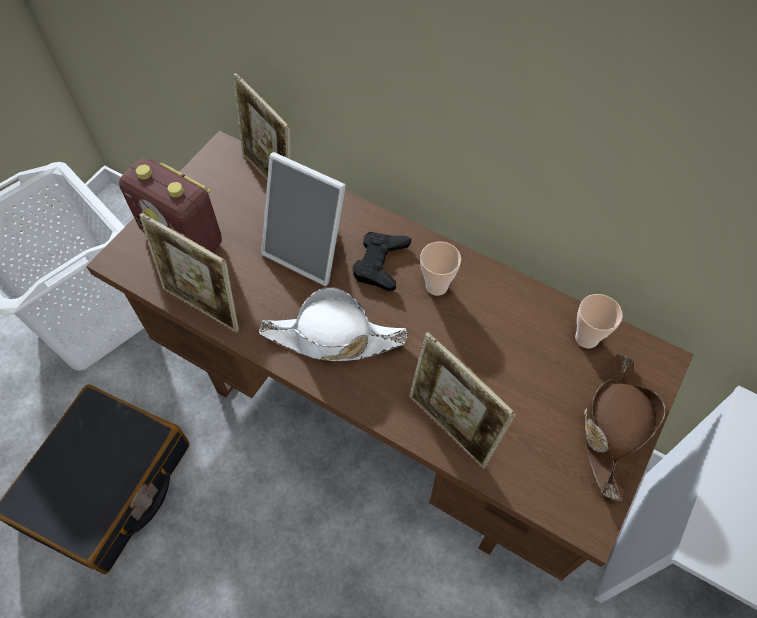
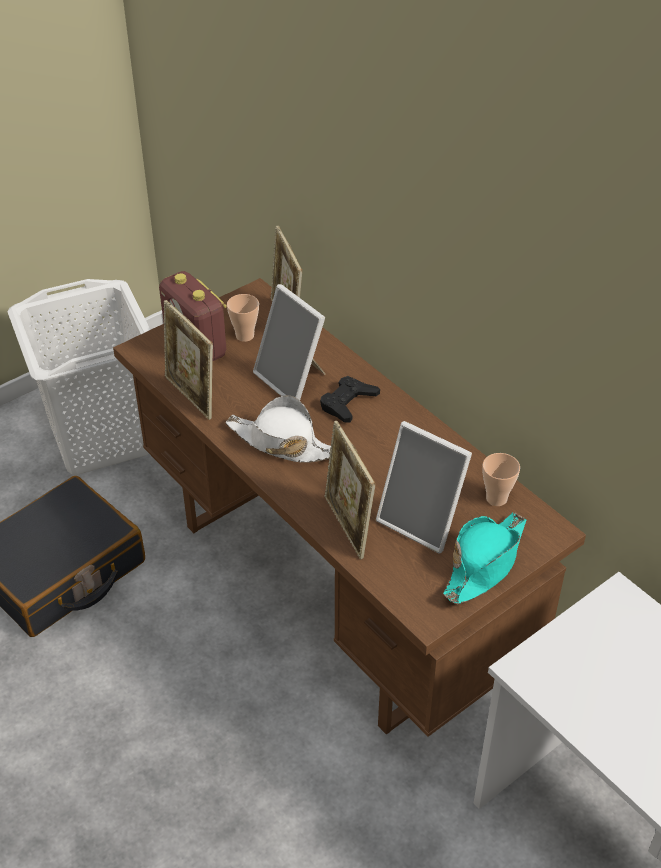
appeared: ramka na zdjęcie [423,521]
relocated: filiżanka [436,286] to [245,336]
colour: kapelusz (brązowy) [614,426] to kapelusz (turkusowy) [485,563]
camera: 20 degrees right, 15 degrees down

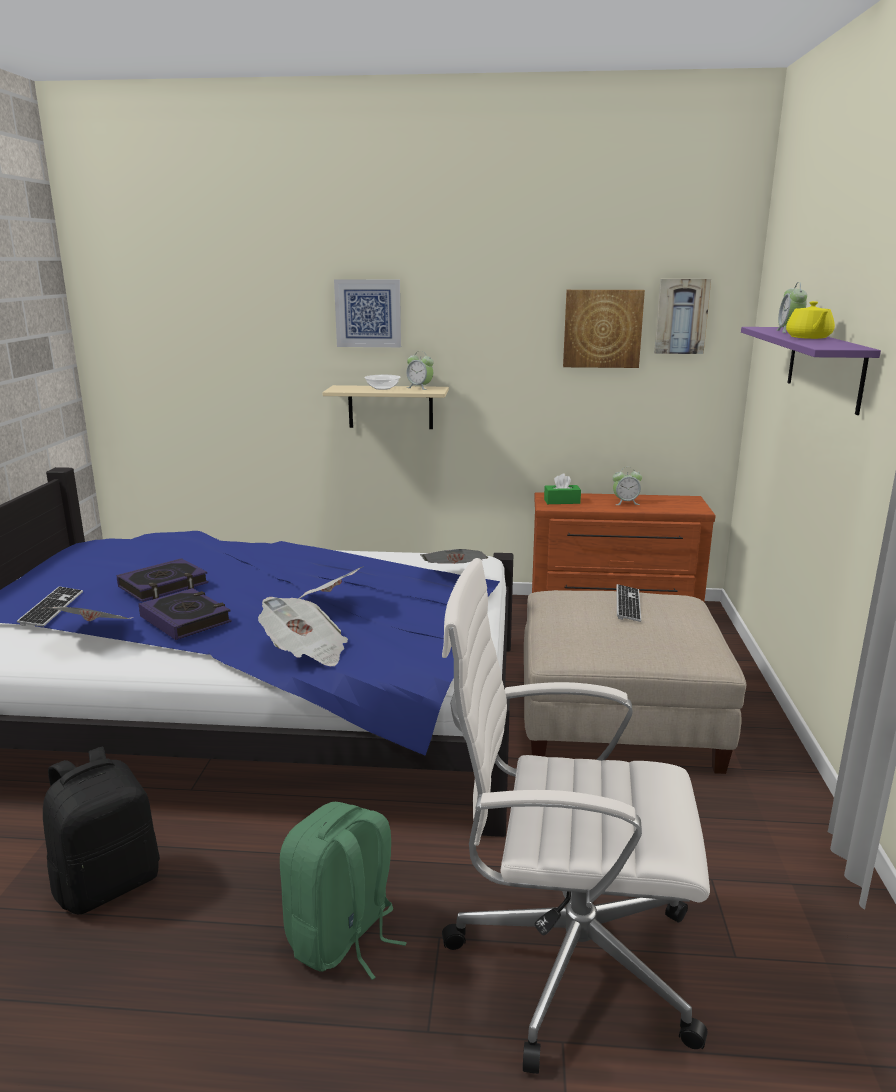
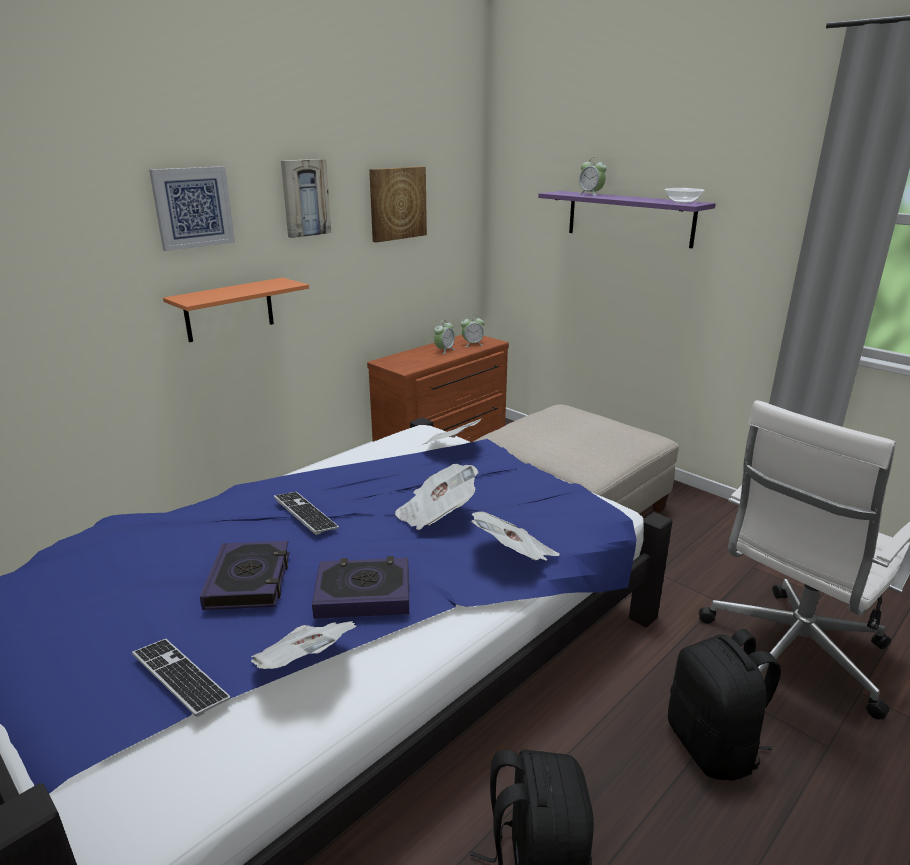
missing: pudełko chusteczek (zielony) [562,501]; imbryk (żółty) [808,337]
relocated: miska [383,388] to [683,202]; budzik [420,388] to [472,344]; klawiatura [628,604] to [305,514]; obraz [681,316] to [305,198]
colour: plecak (zielony) [343,938] to plecak (czarny) [713,746]; półka (beżowy) [390,407] to półka (pomarańczowy) [229,309]
camera: 50 degrees left, 5 degrees up

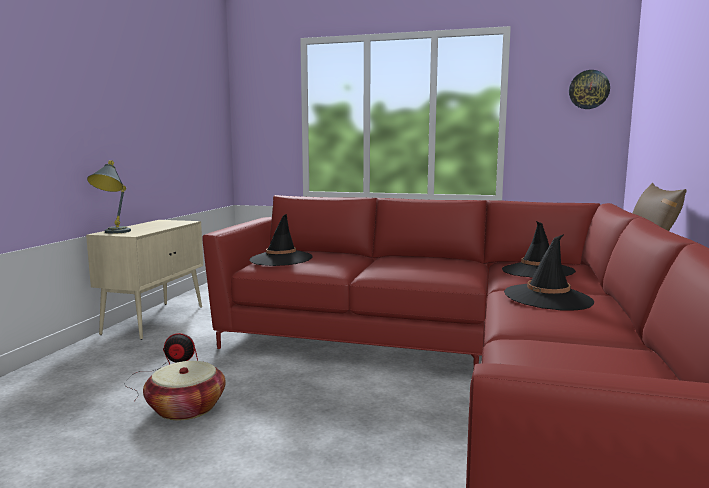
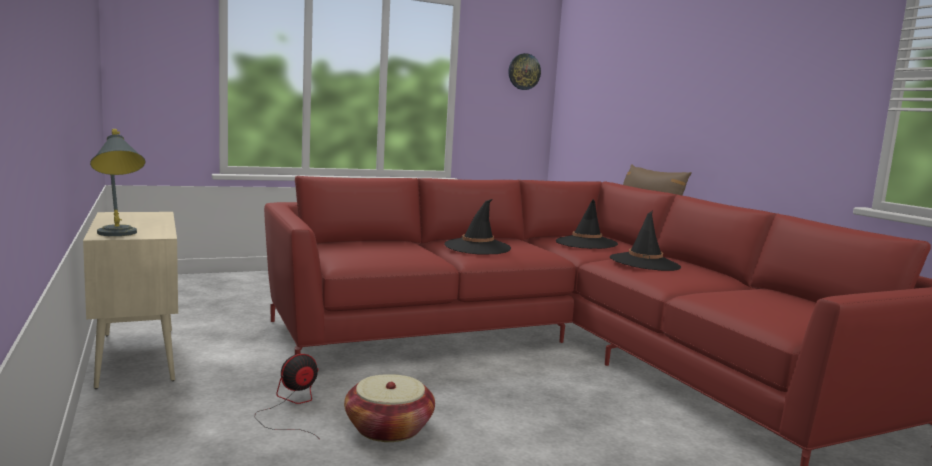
relocated: kapelusz (czarny) [281,259] to [477,247]
camera: 40 degrees left, 0 degrees up

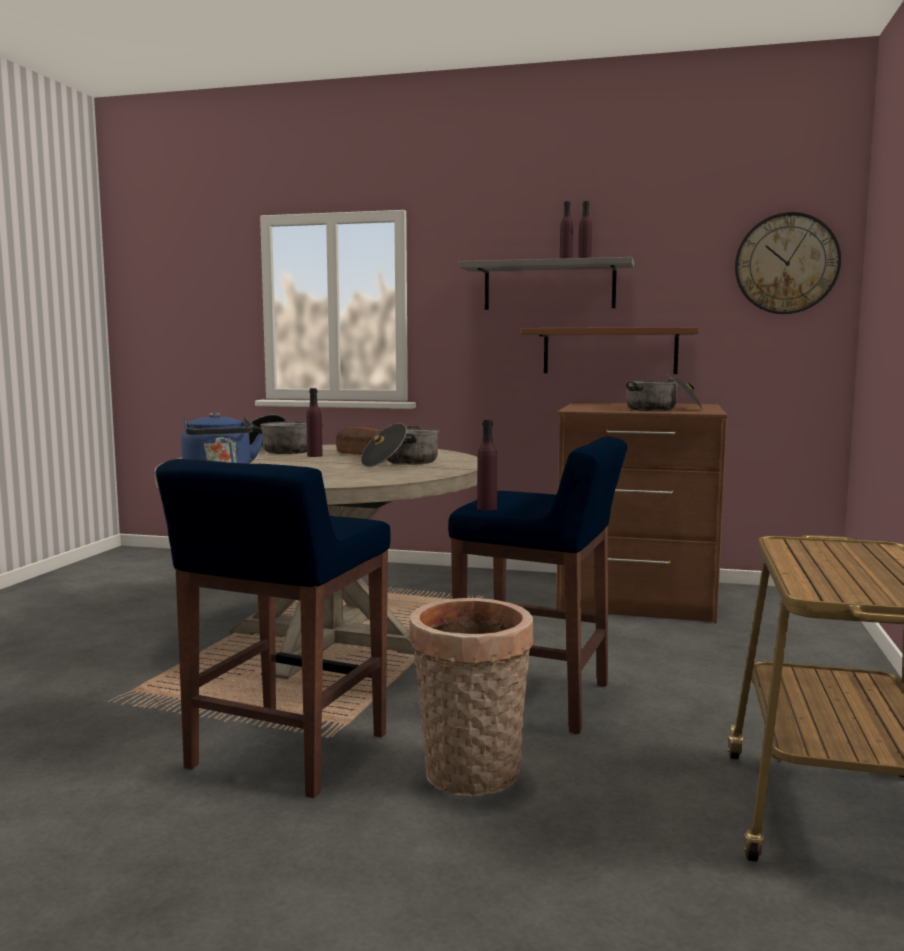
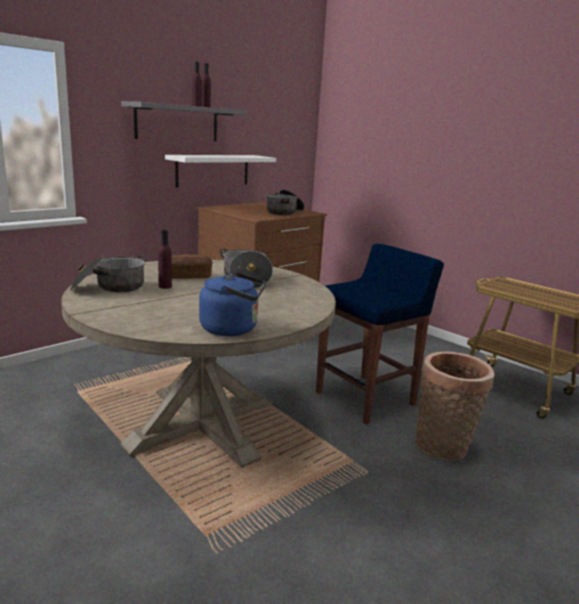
missing: stołek (niebieski) [286,753]; butelka (fioletowy) [487,508]; zegar ścienny [786,263]
colour: półka (brązowy) [610,351] to półka (biały) [213,170]
camera: 60 degrees left, 10 degrees up

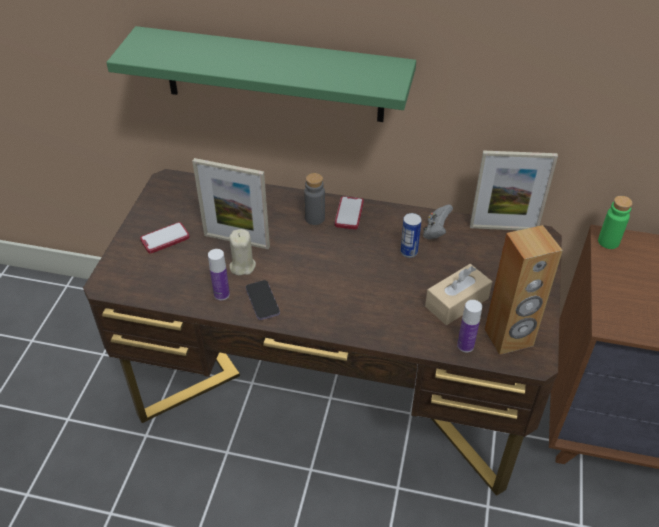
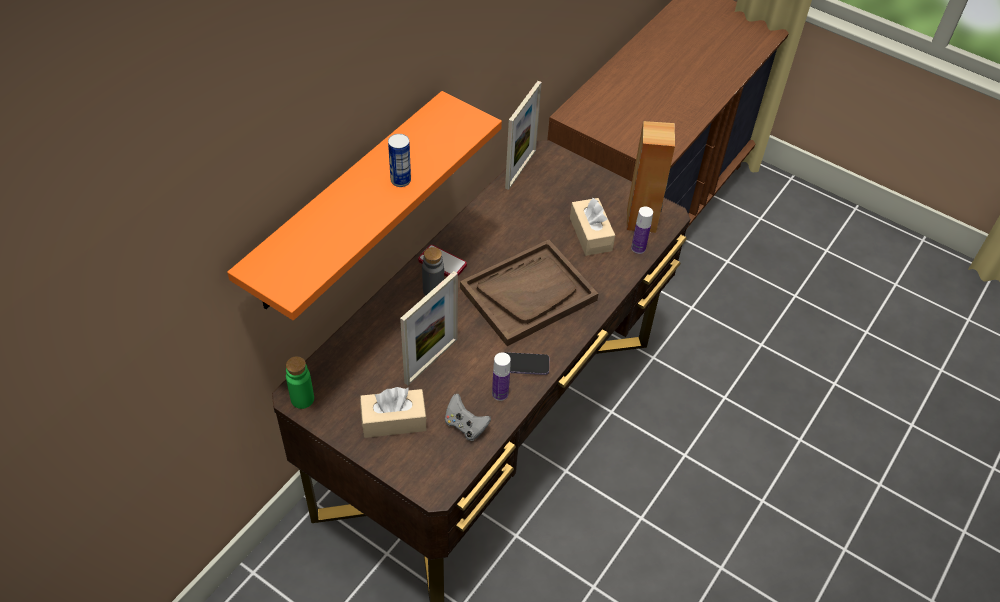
missing: świeca (beżowy) [242,266]
appeared: taca (brązowy) [528,294]
relocated: puszka [409,252] to [400,180]; pad do gier (szary) [436,231] to [465,426]; butelka (zielony) [608,242] to [302,399]
exchanged: telefon [165,239] to pudełko chusteczek (beżowy) [394,420]
colour: półka (zielony) [273,75] to półka (pomarańczowy) [346,203]
camera: 70 degrees left, 5 degrees up

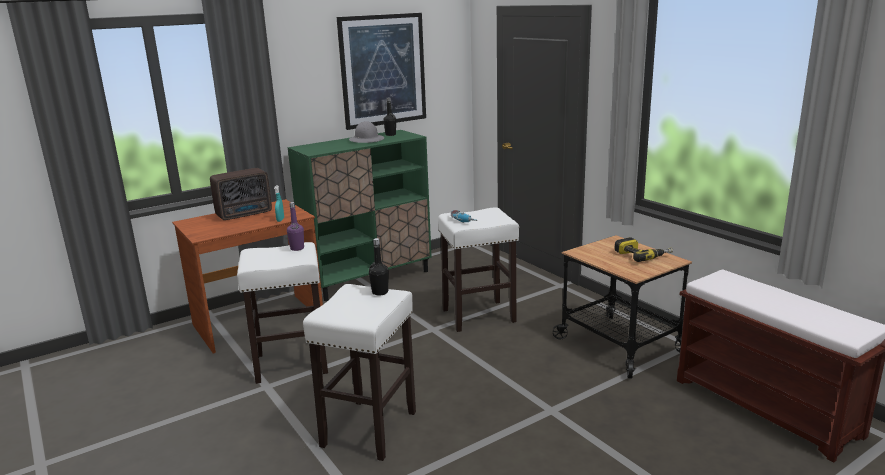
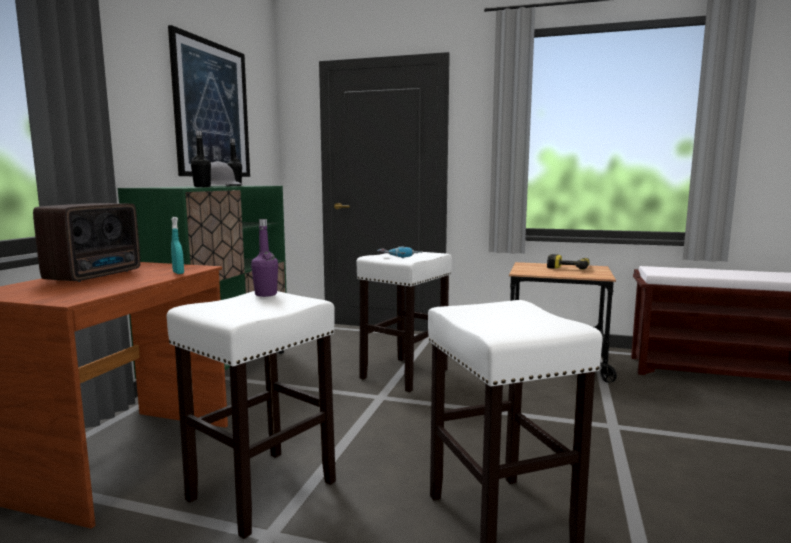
relocated: butelka (czarny) [380,292] to [202,187]
camera: 40 degrees left, 10 degrees down

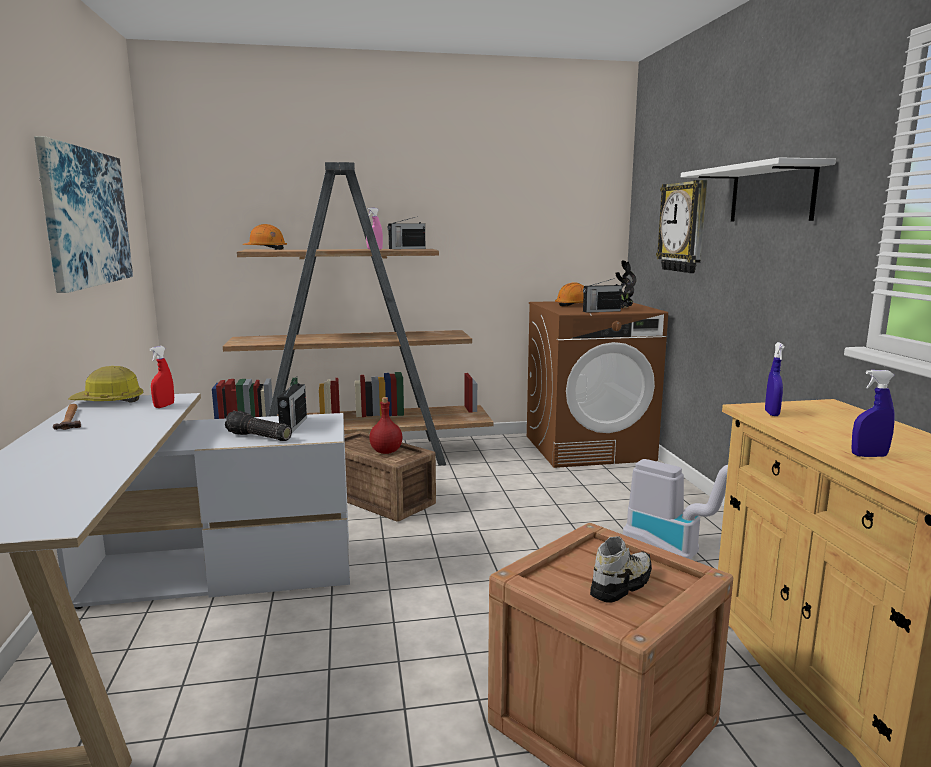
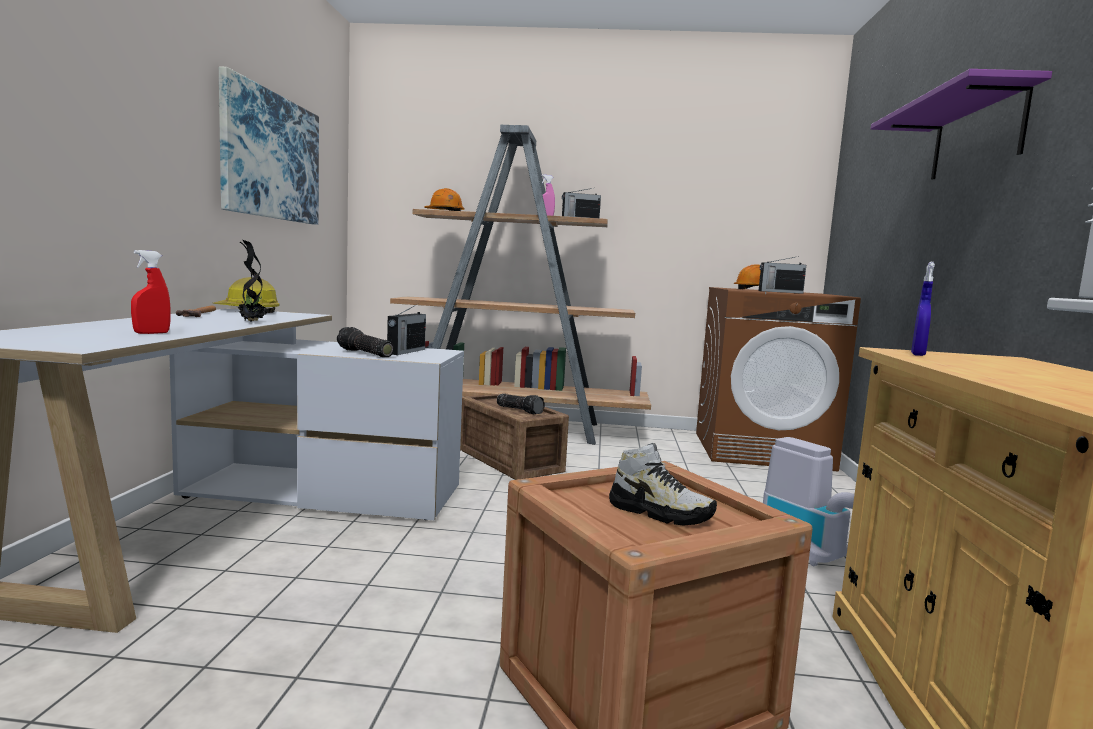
missing: zegar ścienny [684,227]; spryskiwacz (niebieski) [869,456]
relocated: spryskiwacz (czerwony) [164,406] to [151,333]; roślina doniczkowa [623,309] to [251,322]
exchanged: butelka (czerwony) [386,452] to latarka [520,410]
colour: półka (biały) [771,194] to półka (fioletowy) [977,135]
spun: but [621,585] = [659,513] 60 degrees clockwise
camera: 15 degrees right, 5 degrees down

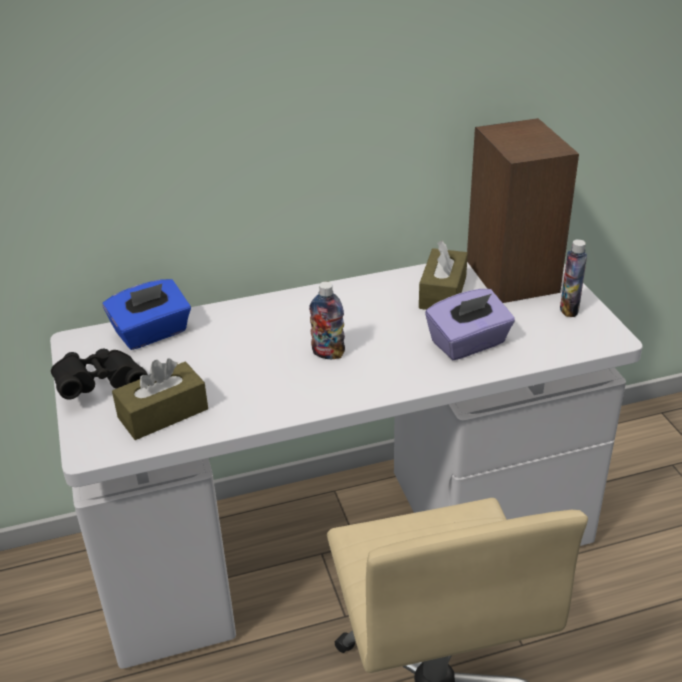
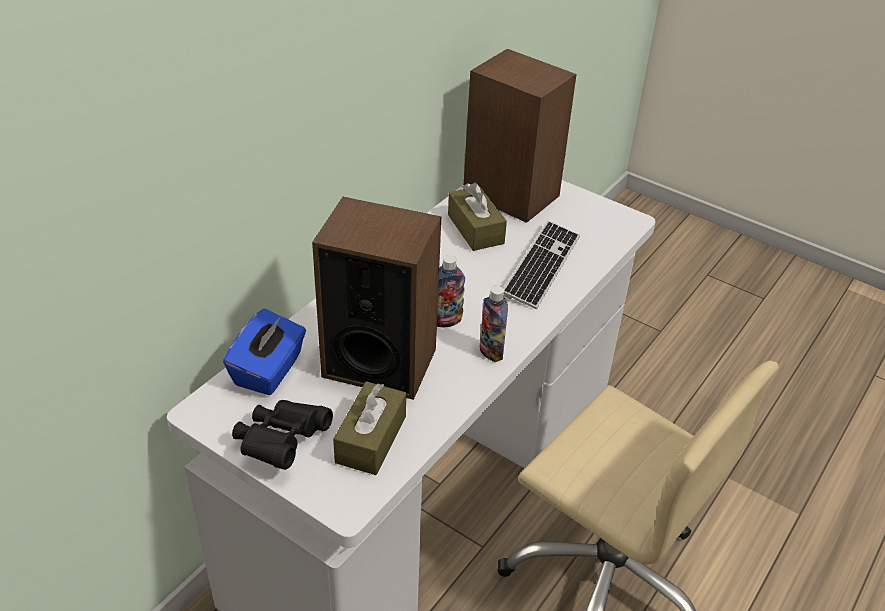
appeared: głośnik [379,362]
relocated: butelka [569,309] to [491,352]
exchanged: pudełko chusteczek (fioletowy) [468,344] to klawiatura [541,266]
camera: 40 degrees left, 5 degrees up

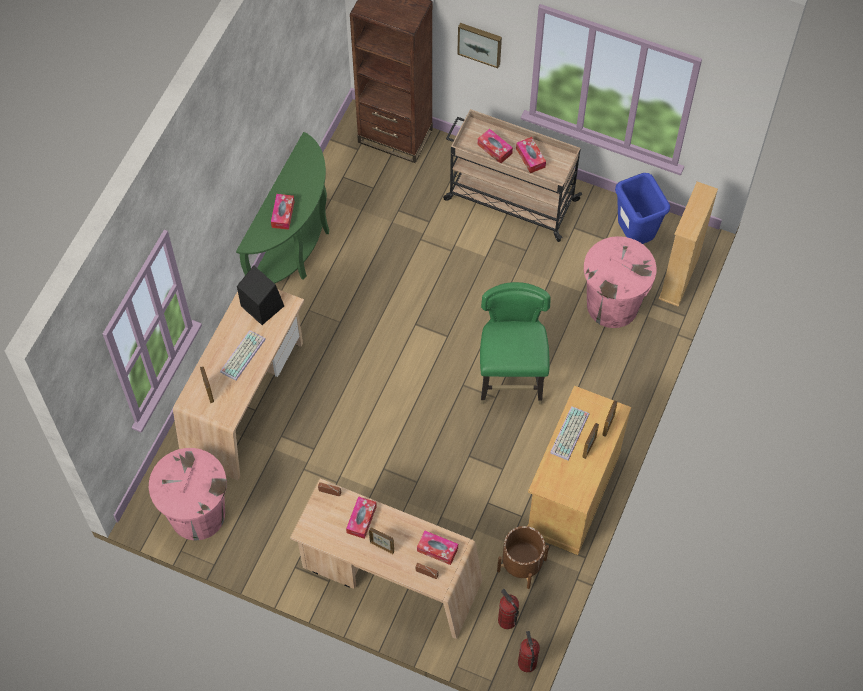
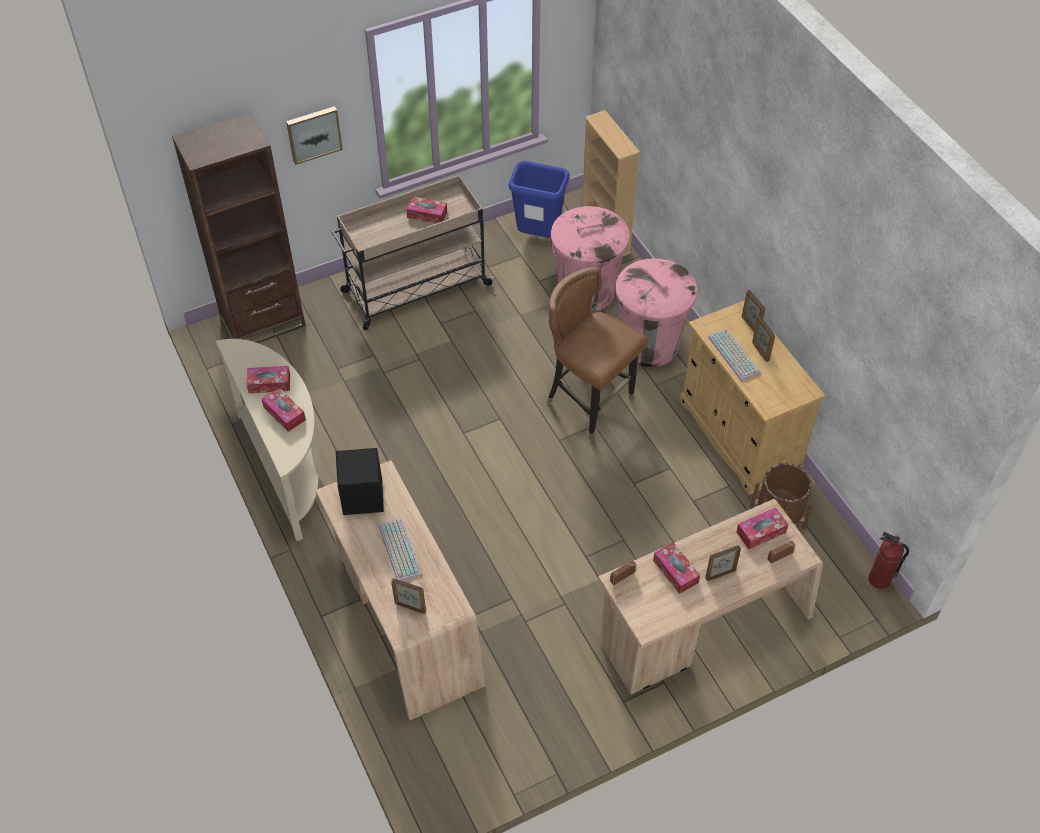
missing: gaśnica [506,620]
relocated: kosz na śmieci (różowy) [197,514] to [649,345]; pudełko chusteczek [494,149] to [269,383]
colour: stolik konsolowy (zielony) [296,248] to stolik konsolowy (beżowy) [288,468]; krzesło (zielony) [511,381] to krzesło (brązowy) [589,404]
camera: 50 degrees left, 10 degrees down

